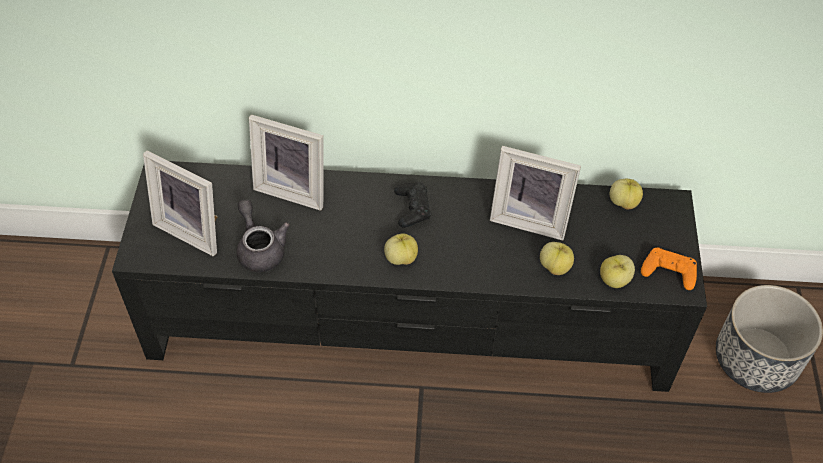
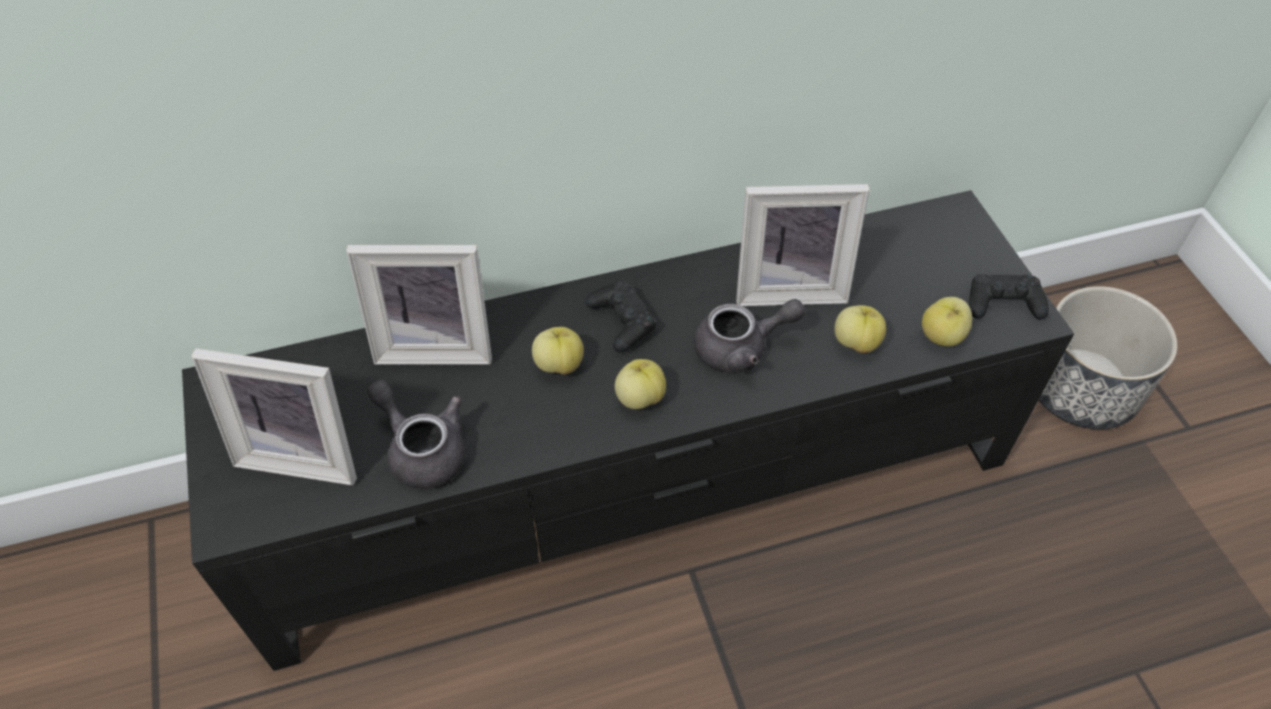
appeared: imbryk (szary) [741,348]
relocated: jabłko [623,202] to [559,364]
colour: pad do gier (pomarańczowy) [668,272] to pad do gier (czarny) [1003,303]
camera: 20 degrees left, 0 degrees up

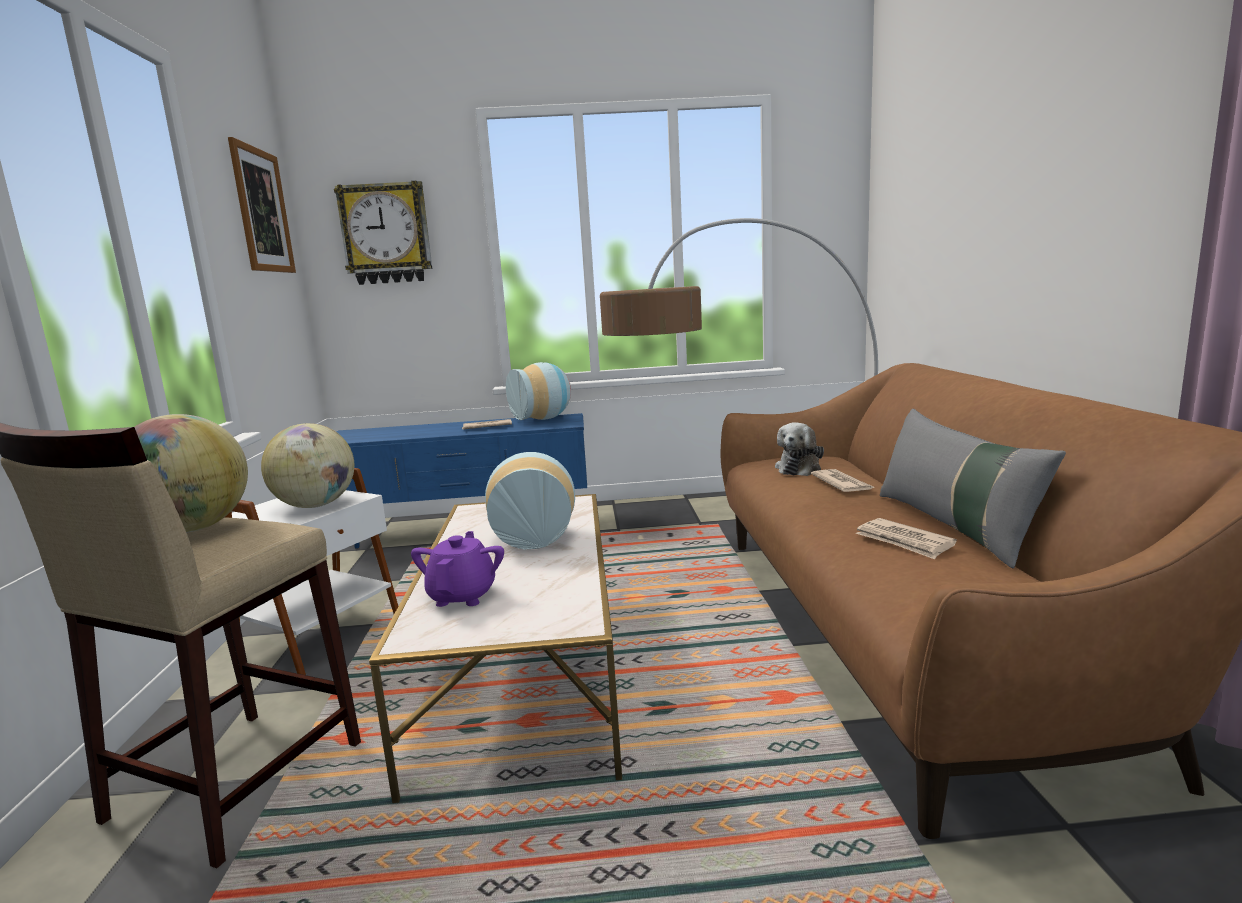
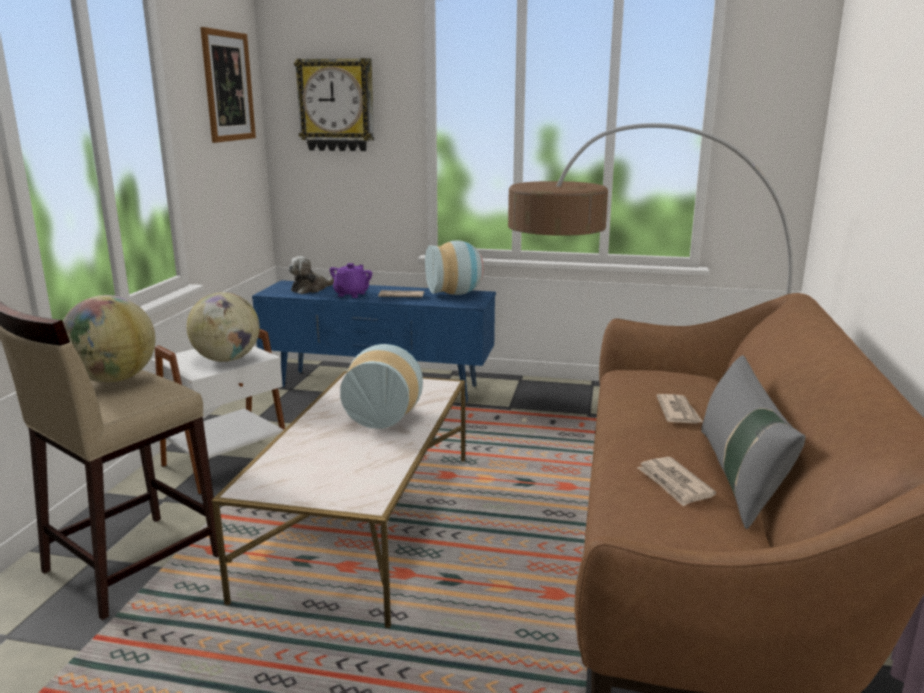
relocated: imbryk (fioletowy) [463,596] to [352,294]; pluszak [799,468] to [311,289]
camera: 15 degrees right, 5 degrees up

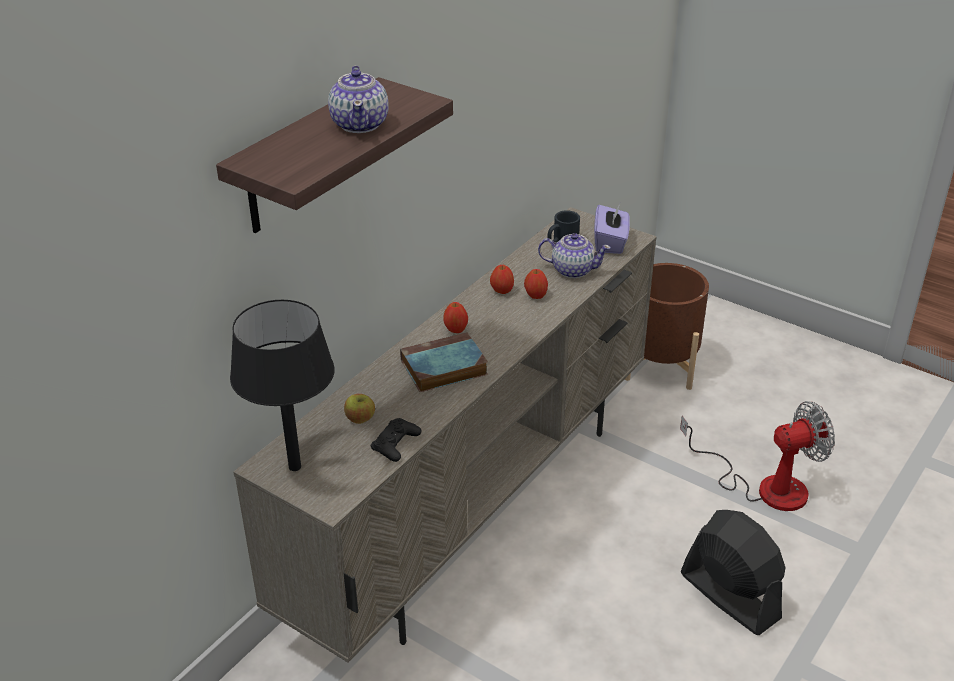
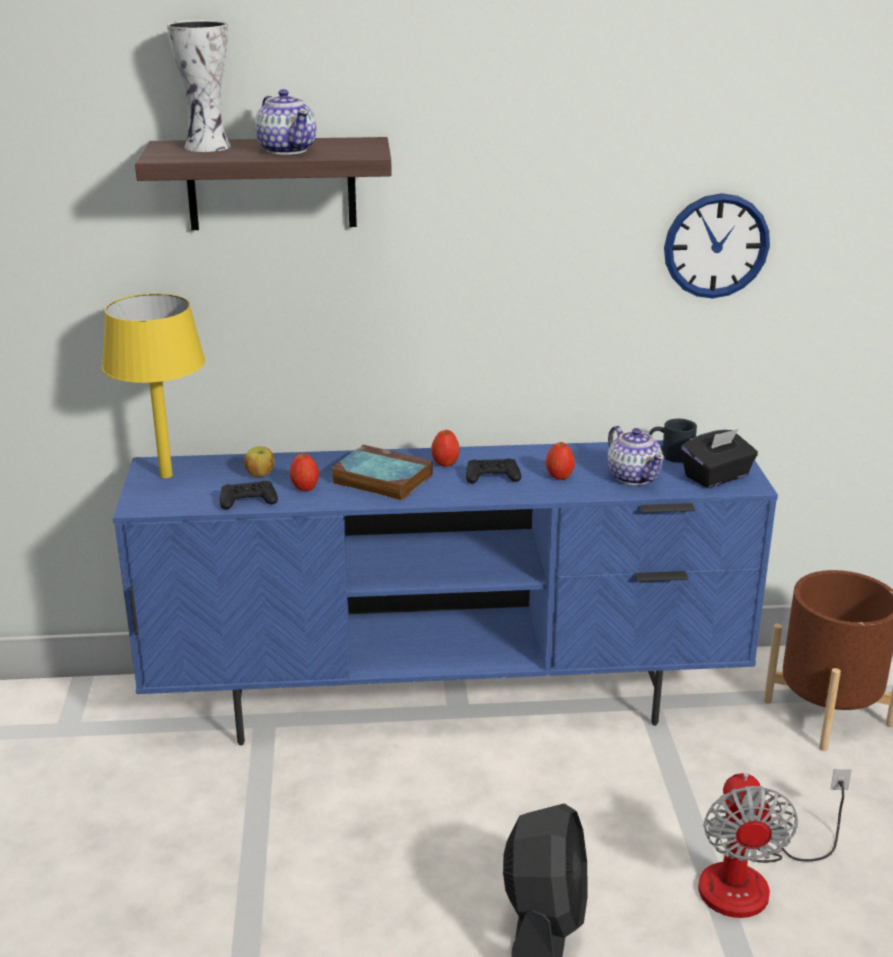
appeared: wazon [208,147]; pad do gier (czarny) [492,476]; zegar ścienny [716,246]
relocated: jabłko [502,291] to [305,488]
colour: lampa stołowa (czarny) [295,467] to lampa stołowa (żółty) [166,475]; szafka pod telewizor (beżowy) [475,509] to szafka pod telewizor (niebieski) [449,701]; pudełko chusteczek (fioletowy) [610,242] to pudełko chusteczek (czarny) [717,477]
spun: imbryk [360,124] = [287,150] 75 degrees counterclockwise; wentylator [765,486] = [752,879] 60 degrees clockwise
camera: 50 degrees right, 10 degrees down

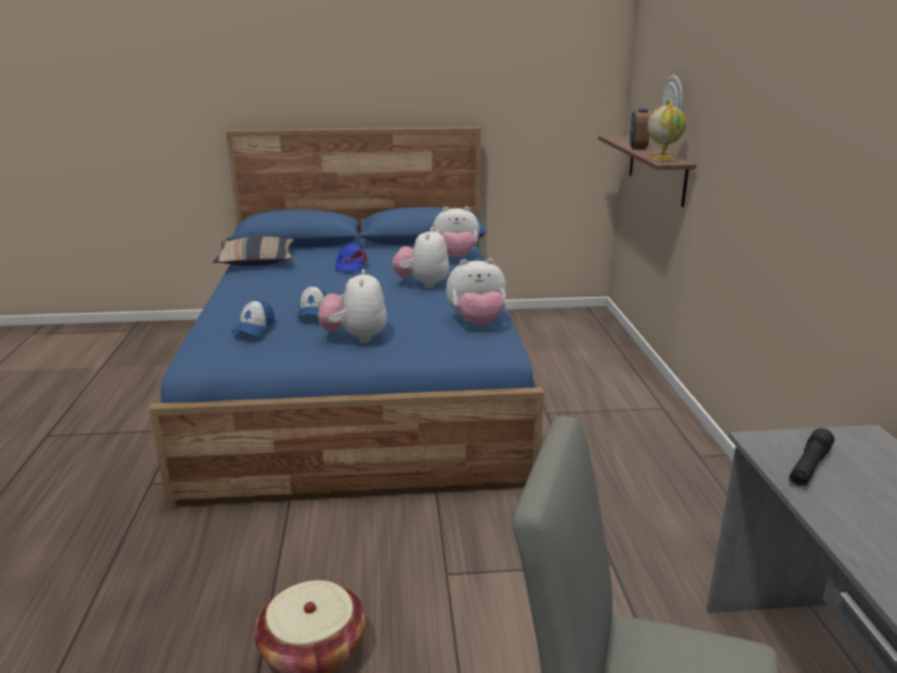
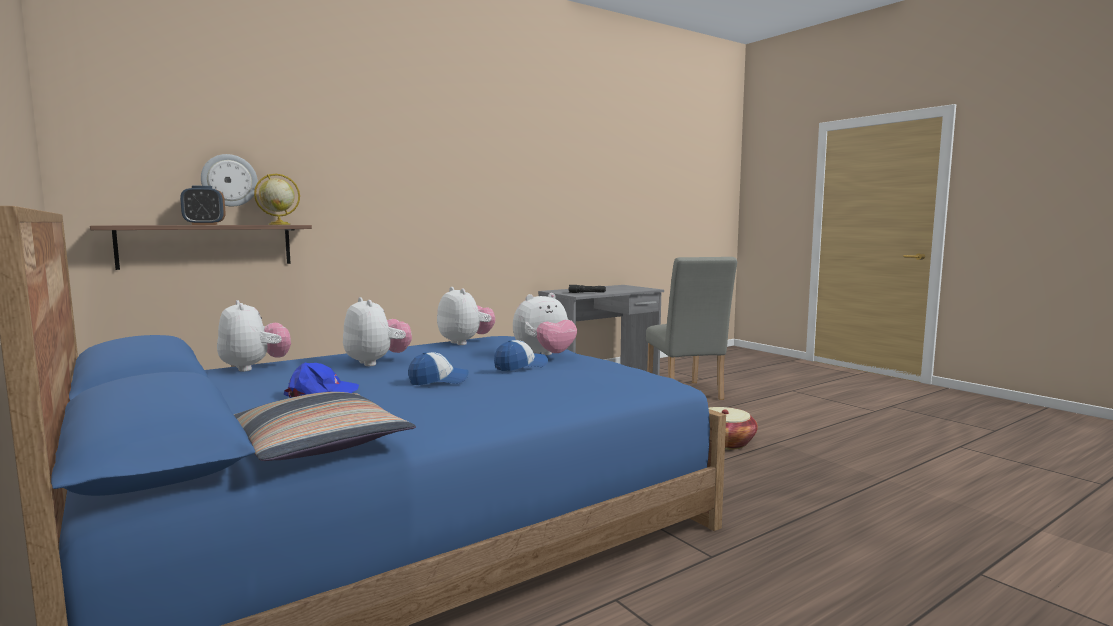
relocated: czapka z daszkiem [254,328] to [438,381]
spun: pluszak [422,284] = [376,362] 105 degrees counterclockwise
camera: 120 degrees left, 15 degrees down

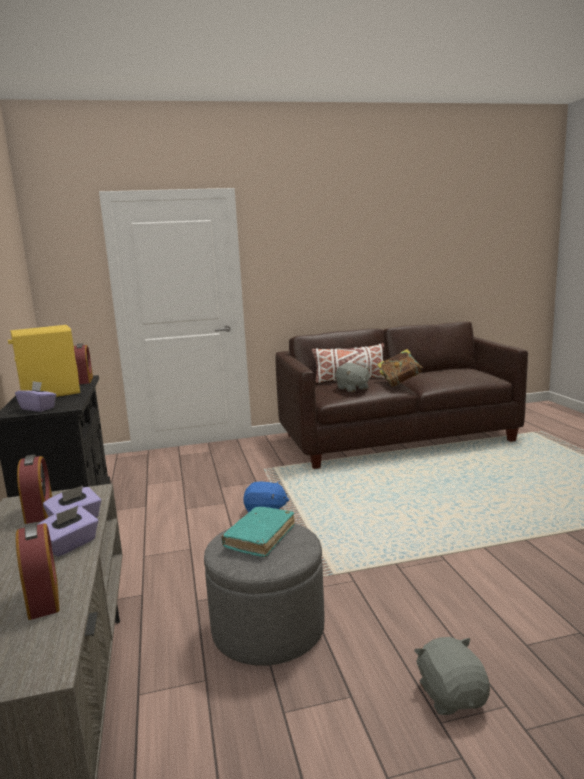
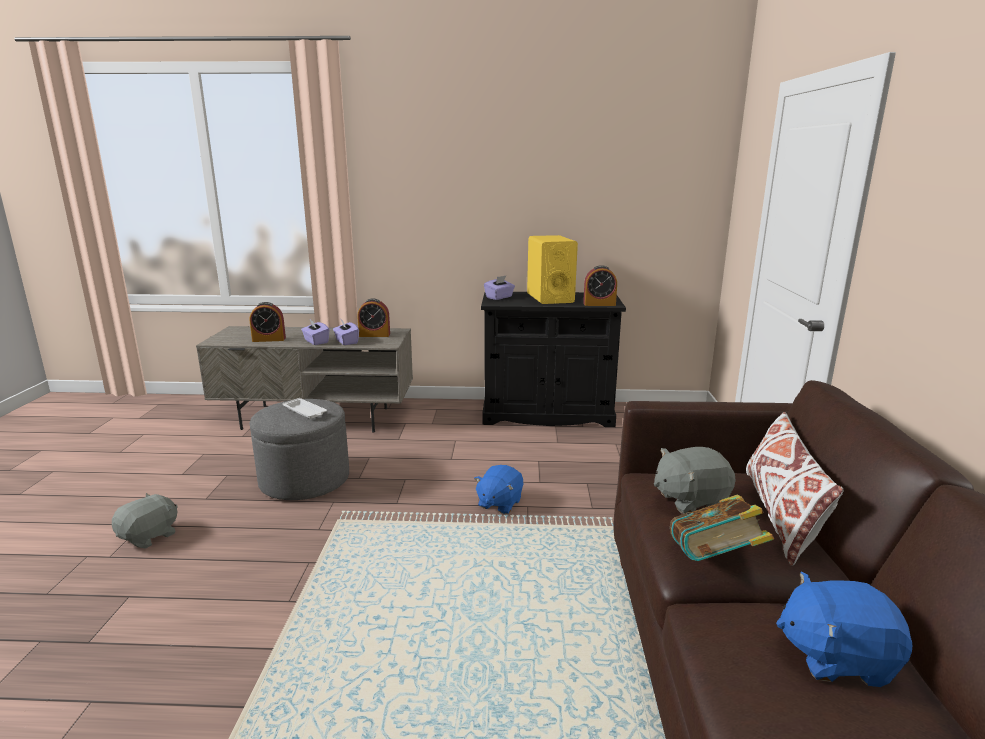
appeared: pluszak (niebieski) [835,657]
exchanged: książka (turkusowy) [260,537] to taca (biały) [305,411]
spun: pluszak (szary) [452,695] = [149,536] 60 degrees counterclockwise
camera: 105 degrees right, 5 degrees up

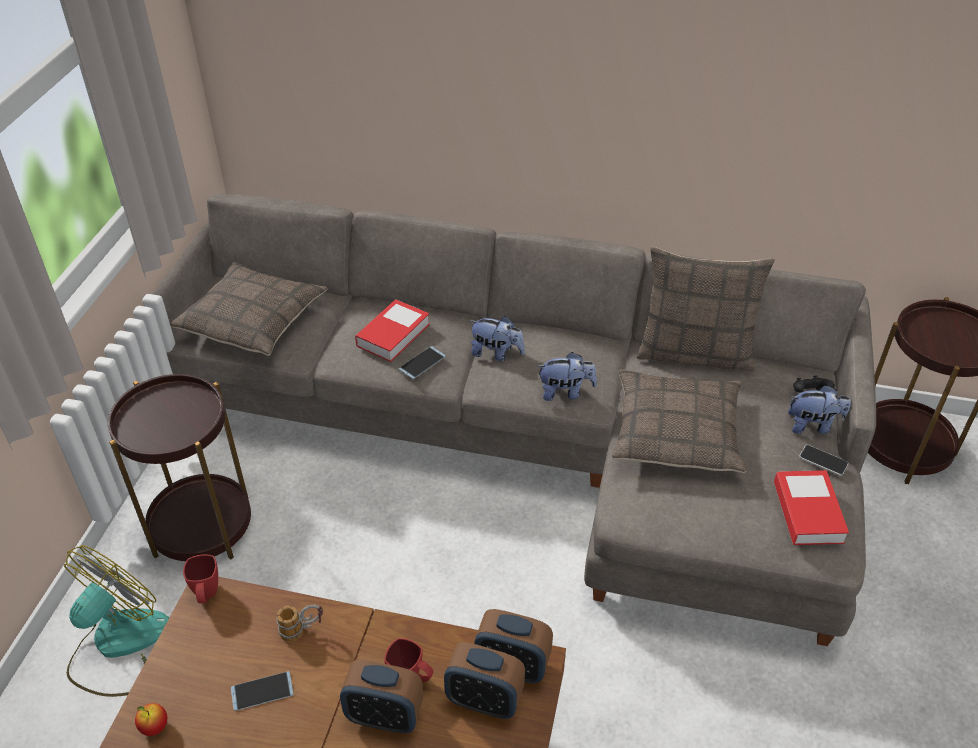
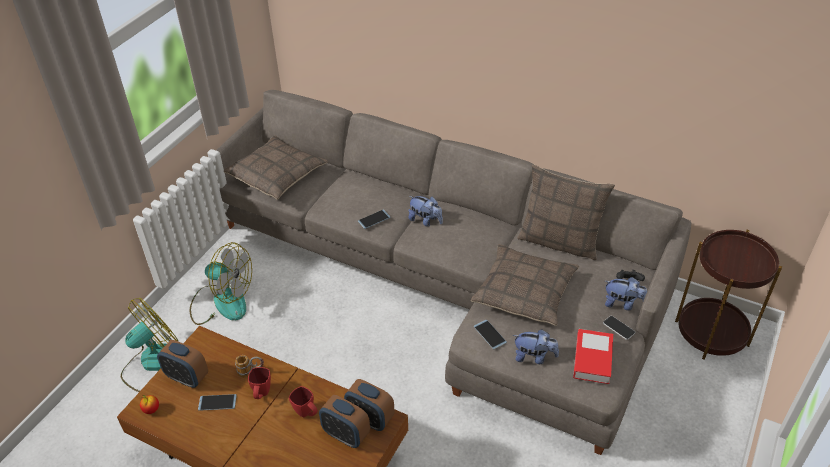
missing: książka [393,335]
appeared: telefon [489,334]
relocated: kubek (czerwony) [207,595] to [261,394]; budzik [384,716] to [187,377]; pluszak [565,392] to [534,357]
exchanged: stolik (brązowy) [201,526] to wentylator [222,302]
camera: 15 degrees right, 0 degrees up

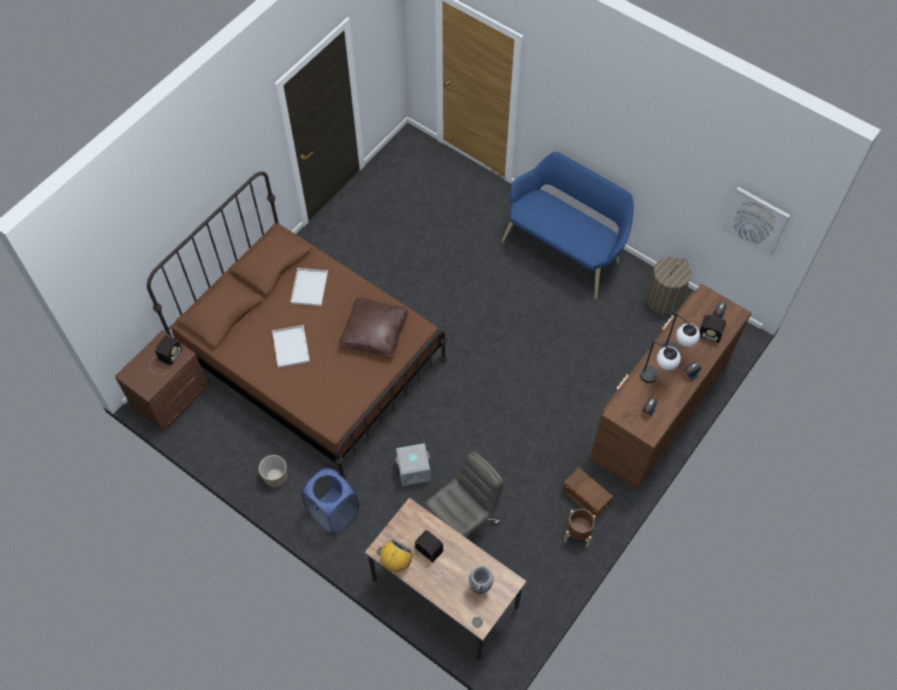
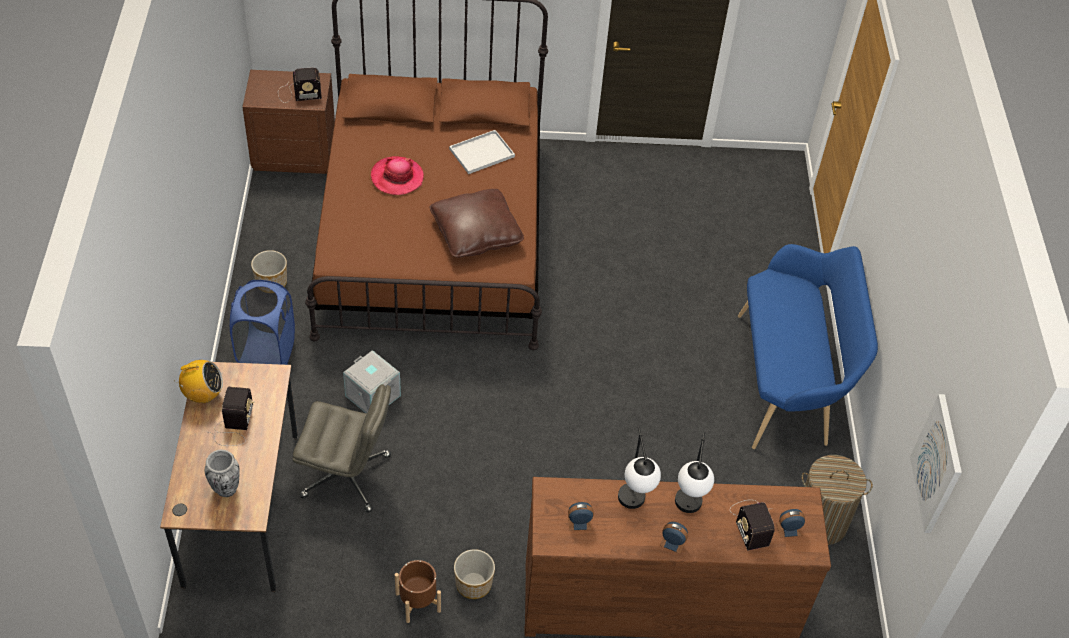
exchanged: taca (biały) [291,347] to kapelusz [397,177]; pojemnik do przechowywania (brązowy) [586,496] to donica [474,584]
camera: 50 degrees right, 10 degrees down

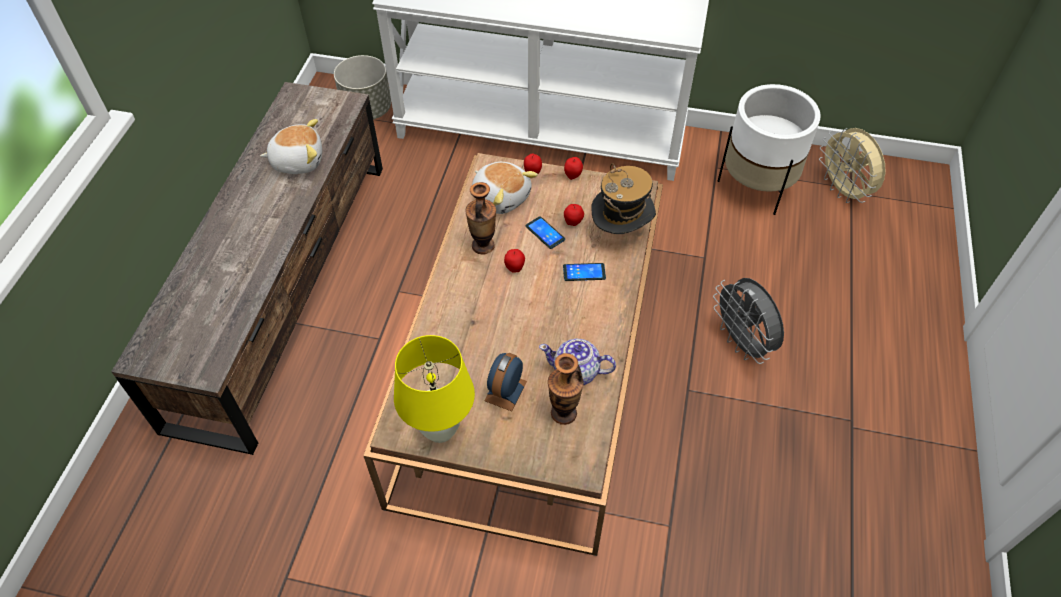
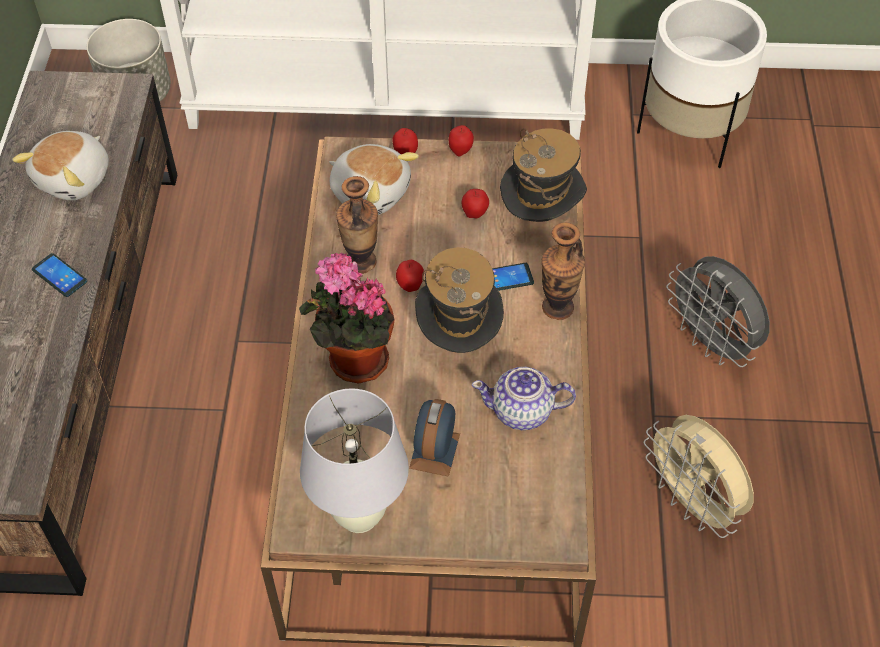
appeared: roślina doniczkowa [353,360]; kapelusz [458,340]
relocated: telefon [545,233] to [59,275]; wazon [563,413] to [557,307]; wentylator (beżowy) [843,191] to [692,503]
colour: lampa stołowa (żółty) [440,430] to lampa stołowa (biały) [359,516]
spun: pluszak [298,160] = [75,179] 135 degrees clockwise
camera: 10 degrees left, 0 degrees up

